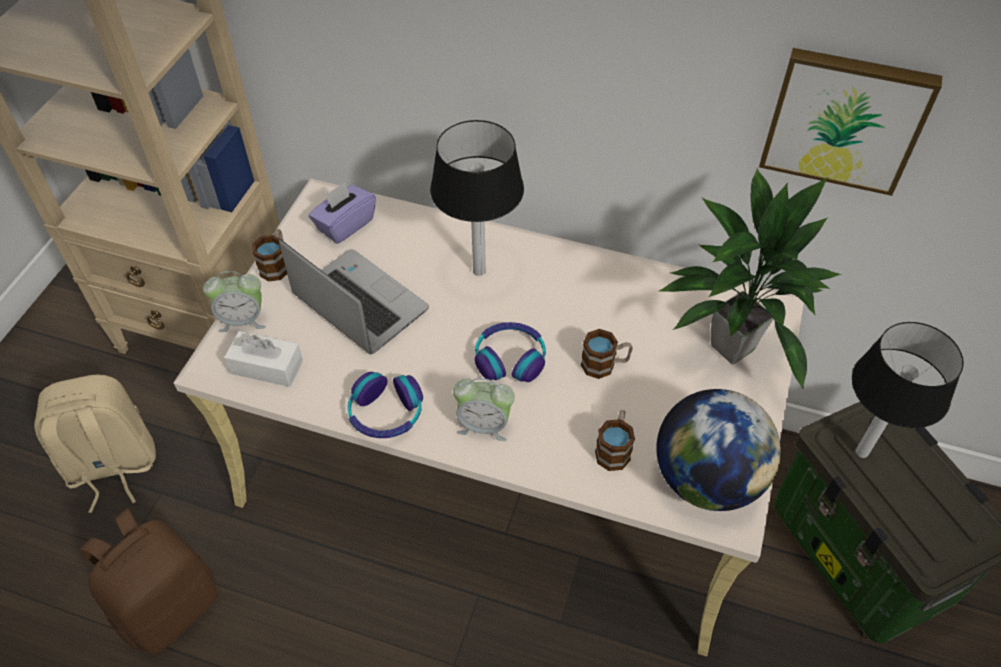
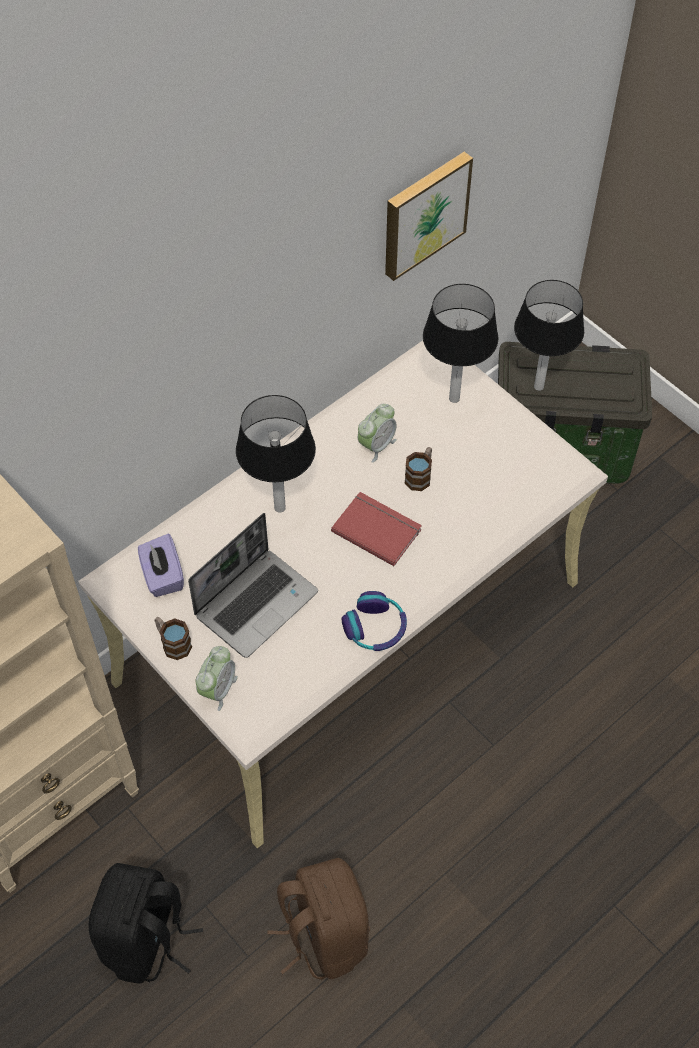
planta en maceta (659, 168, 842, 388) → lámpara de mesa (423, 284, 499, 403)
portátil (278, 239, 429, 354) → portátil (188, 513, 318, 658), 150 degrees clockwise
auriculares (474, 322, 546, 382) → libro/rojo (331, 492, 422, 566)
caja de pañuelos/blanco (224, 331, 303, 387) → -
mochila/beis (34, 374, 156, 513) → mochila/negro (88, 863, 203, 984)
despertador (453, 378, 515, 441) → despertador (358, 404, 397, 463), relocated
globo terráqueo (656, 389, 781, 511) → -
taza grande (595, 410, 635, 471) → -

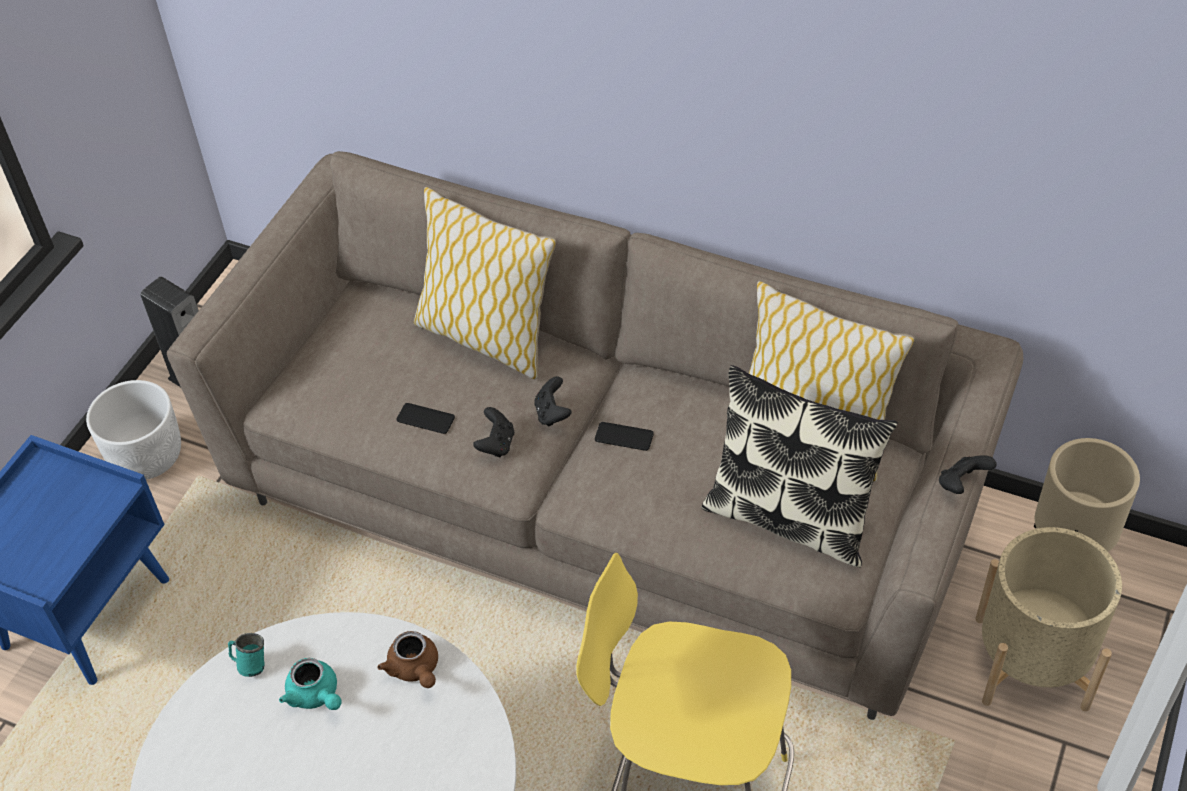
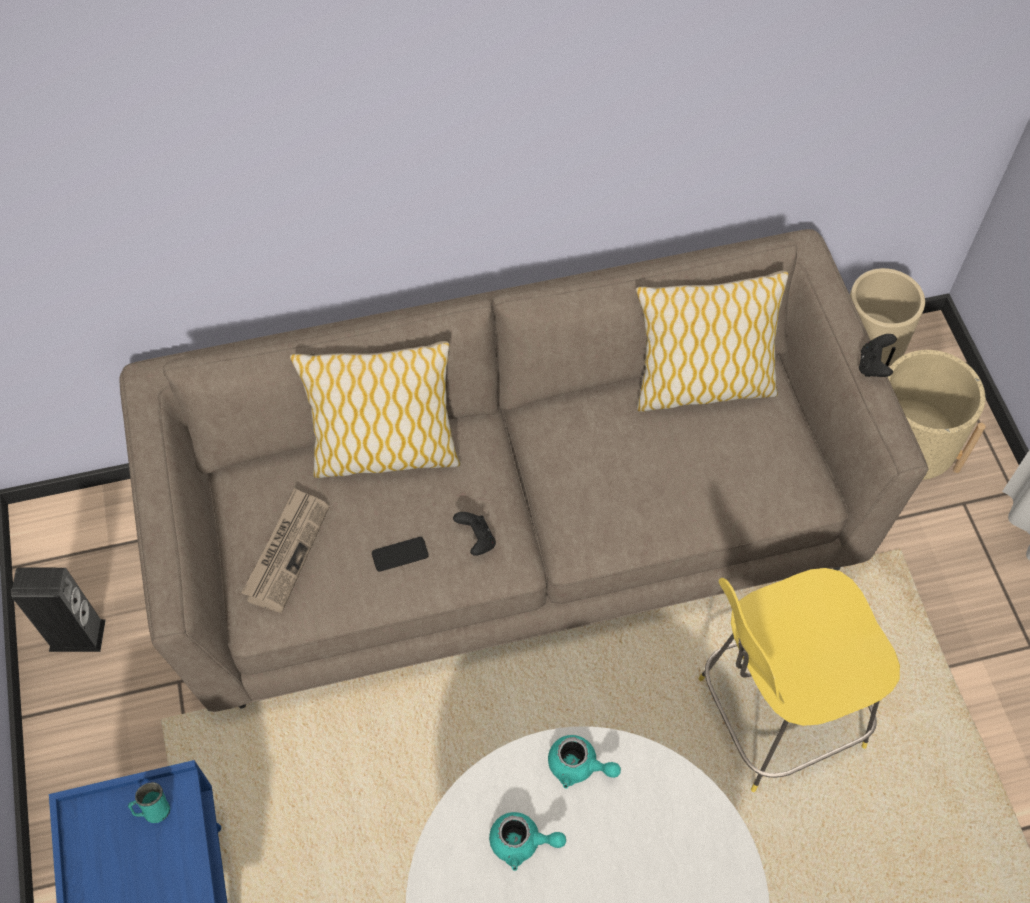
cojín (701, 365, 898, 568) → -
mando de consola/negro (534, 376, 571, 427) → -
maceta/blanco (86, 380, 181, 480) → -
móvil (595, 422, 654, 451) → -
tetera/marrón (377, 631, 438, 688) → tetera/turquesa (548, 735, 621, 789)
taza grande/turquesa (228, 633, 265, 677) → taza grande/turquesa (128, 782, 170, 823), relocated
- → periódico (242, 488, 329, 613)

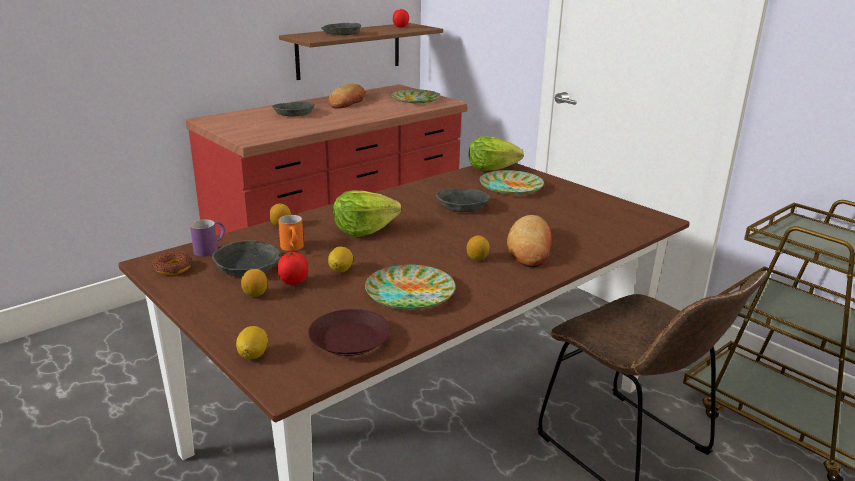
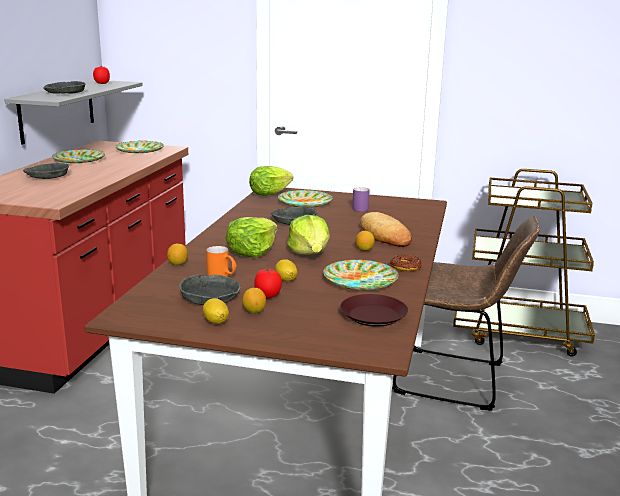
estante/marrón (279, 23, 443, 80) → estante/gris (4, 81, 143, 144)
pan (329, 84, 365, 109) → plato (52, 149, 105, 163)
taza grande/morado (190, 220, 225, 257) → taza grande/morado (352, 187, 370, 212), relocated
rosquilla (153, 252, 193, 275) → rosquilla (390, 254, 422, 271), relocated
limón (236, 326, 268, 359) → limón (203, 298, 229, 324), relocated
- → lechuga (287, 215, 330, 255)

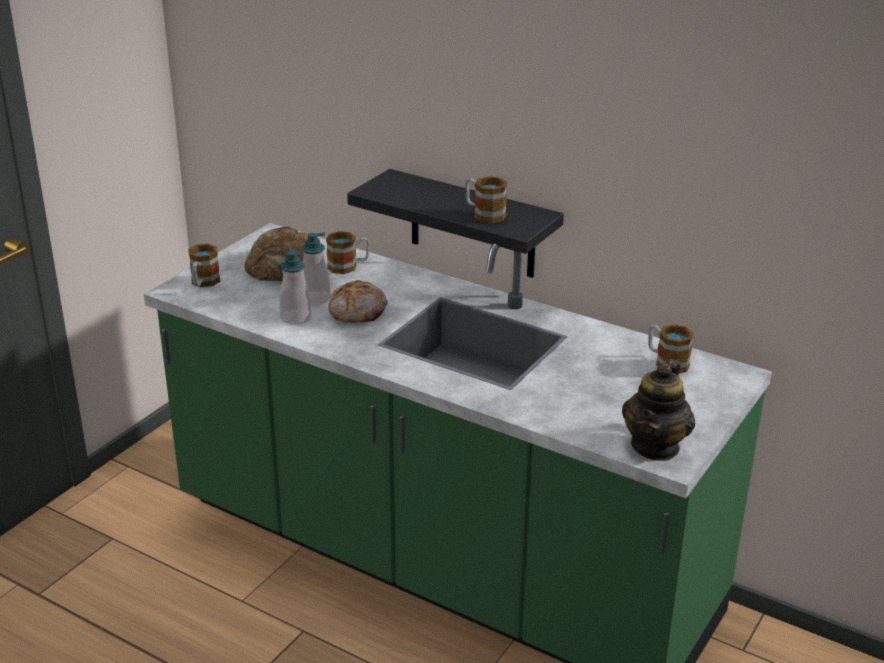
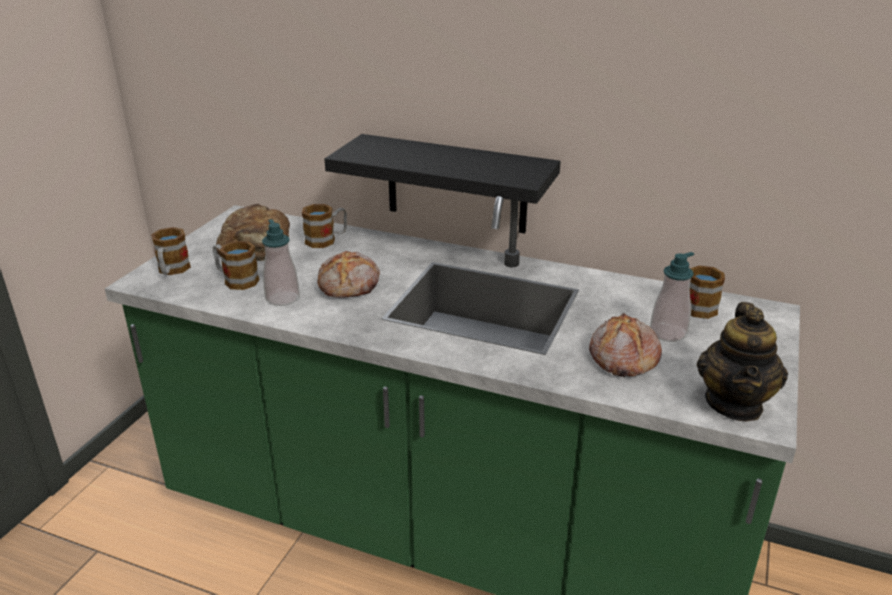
taza grande (465, 176, 507, 223) → taza grande (213, 241, 259, 290), relocated
dispensador de jabón (302, 233, 331, 305) → dispensador de jabón (650, 252, 694, 342), relocated
- → pan (589, 313, 662, 377)

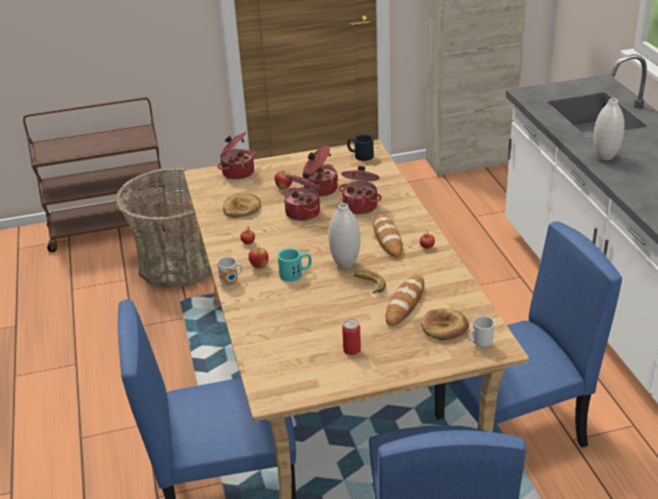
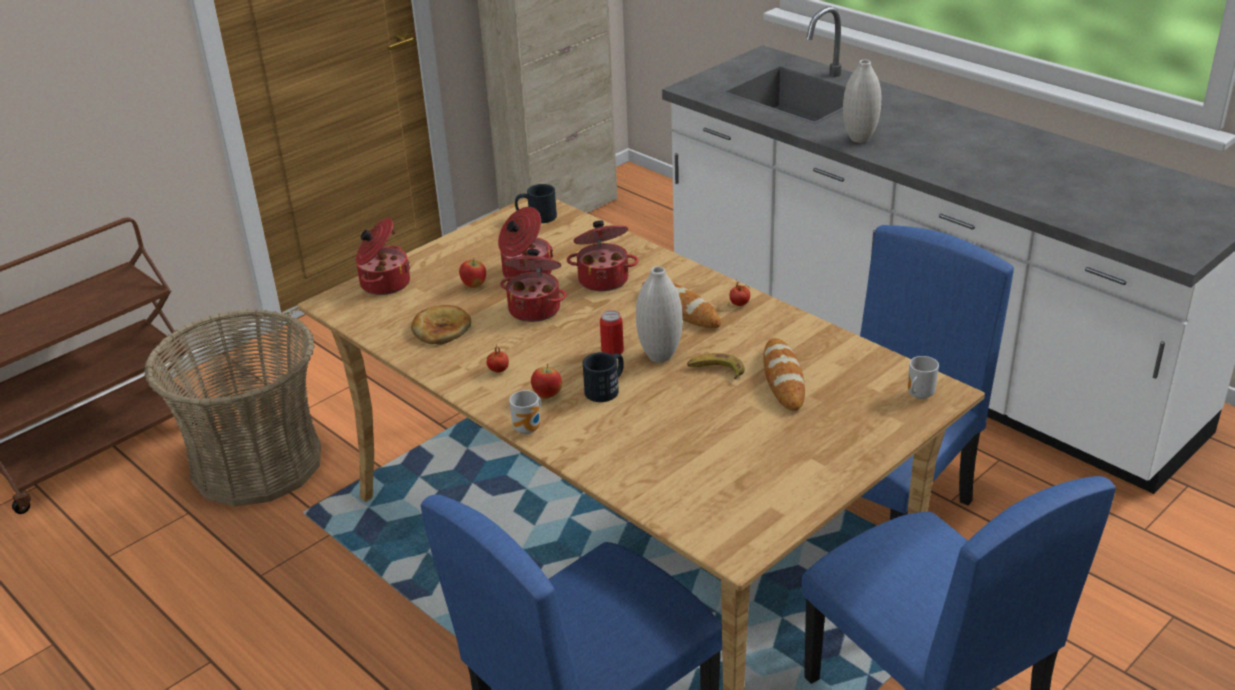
taza grande/turquesa (278, 248, 312, 282) → taza grande/negro (582, 352, 624, 402)
pan (421, 308, 469, 340) → -
lata (342, 319, 361, 355) → lata (600, 310, 624, 355), relocated

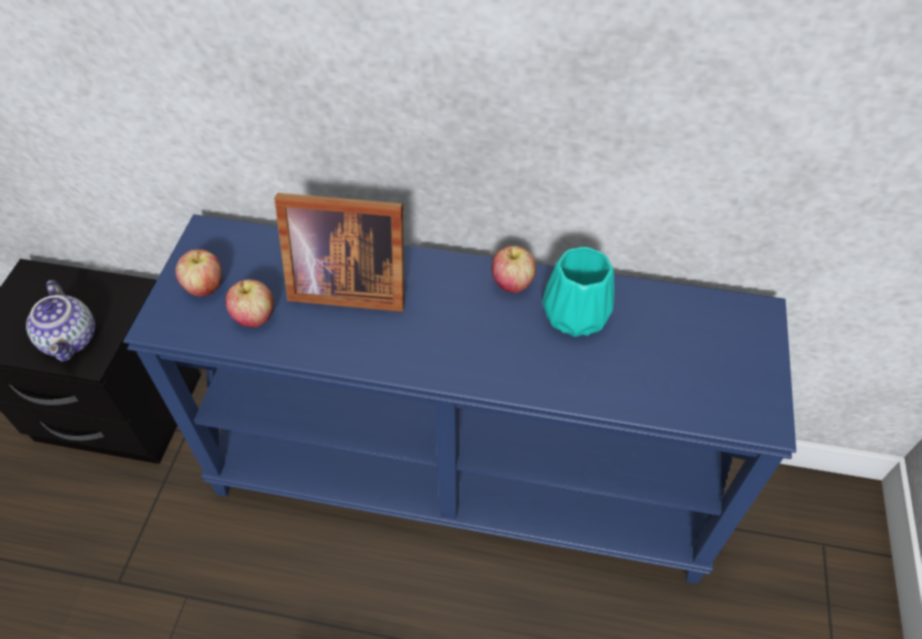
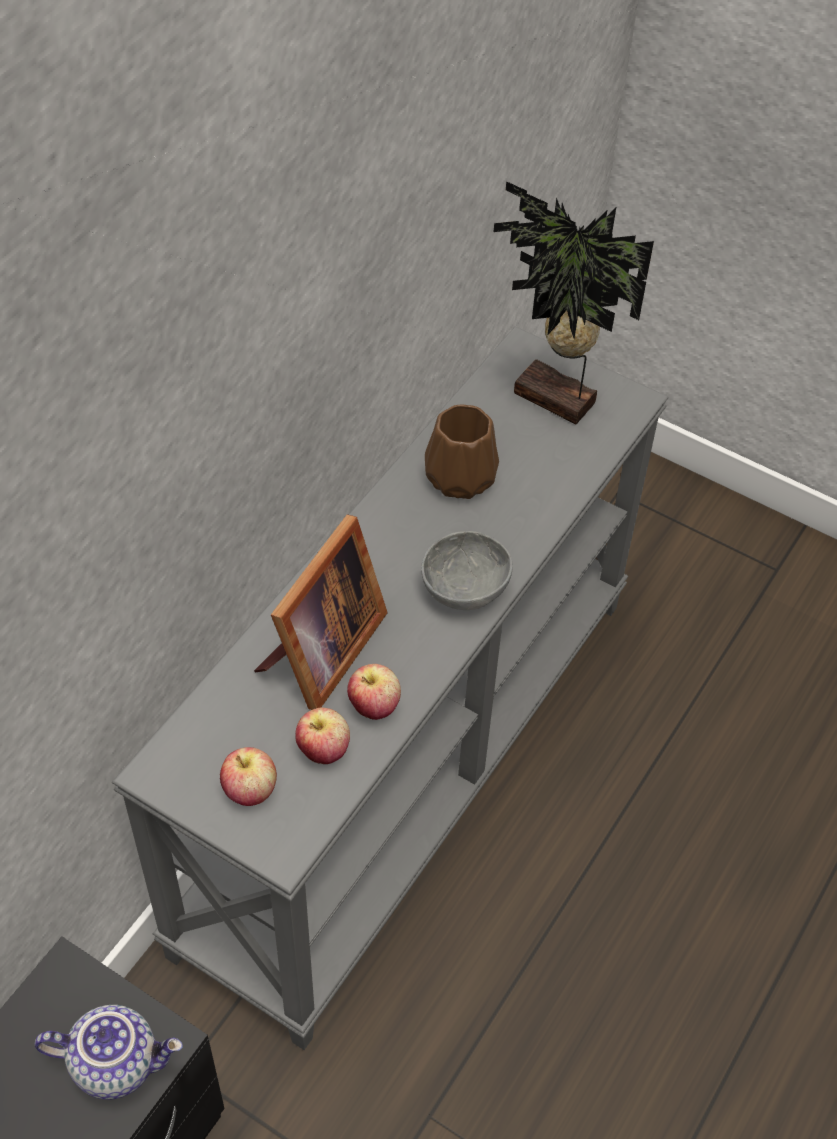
mesa consola/azul (123, 214, 796, 584) → mesa consola/gris (112, 326, 669, 1050)
manzana (492, 246, 536, 293) → manzana (347, 664, 401, 720), relocated
florero/turquesa (542, 247, 614, 337) → florero/marrón (425, 405, 499, 499)
- → planta en maceta (494, 181, 654, 424)
- → cuenco/gris (421, 531, 513, 610)

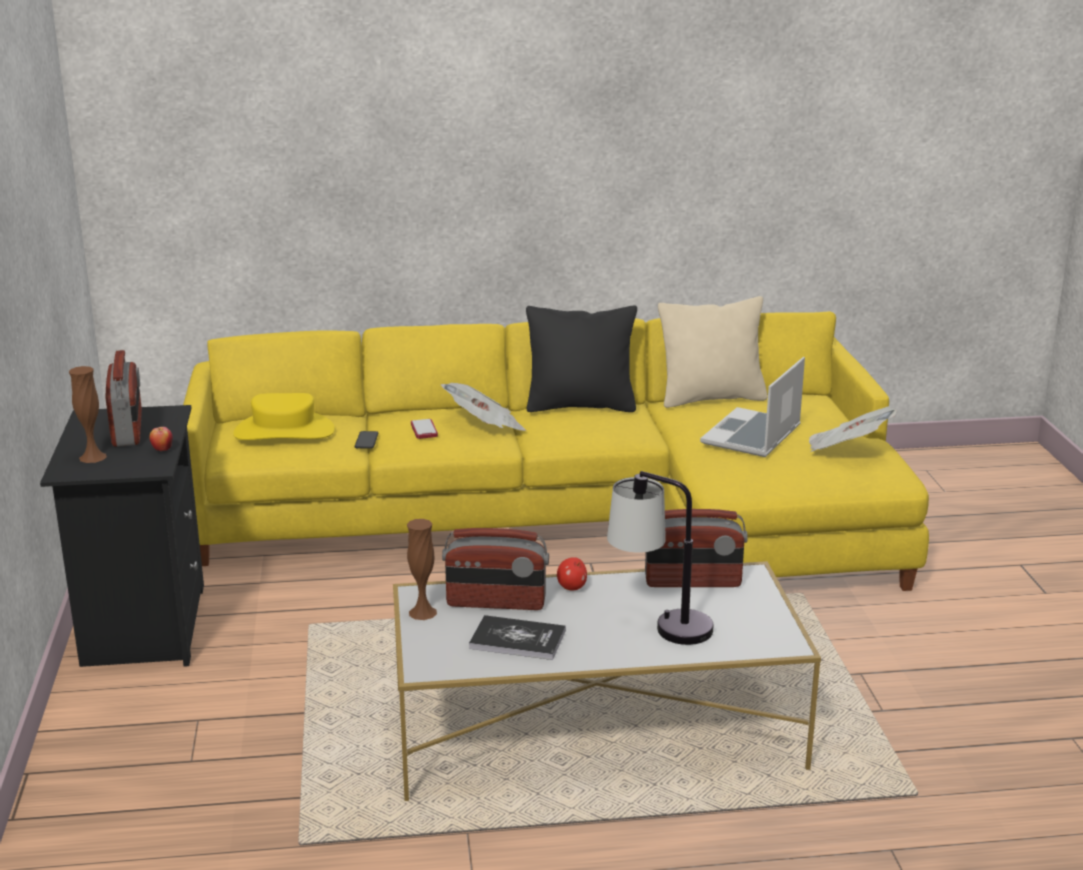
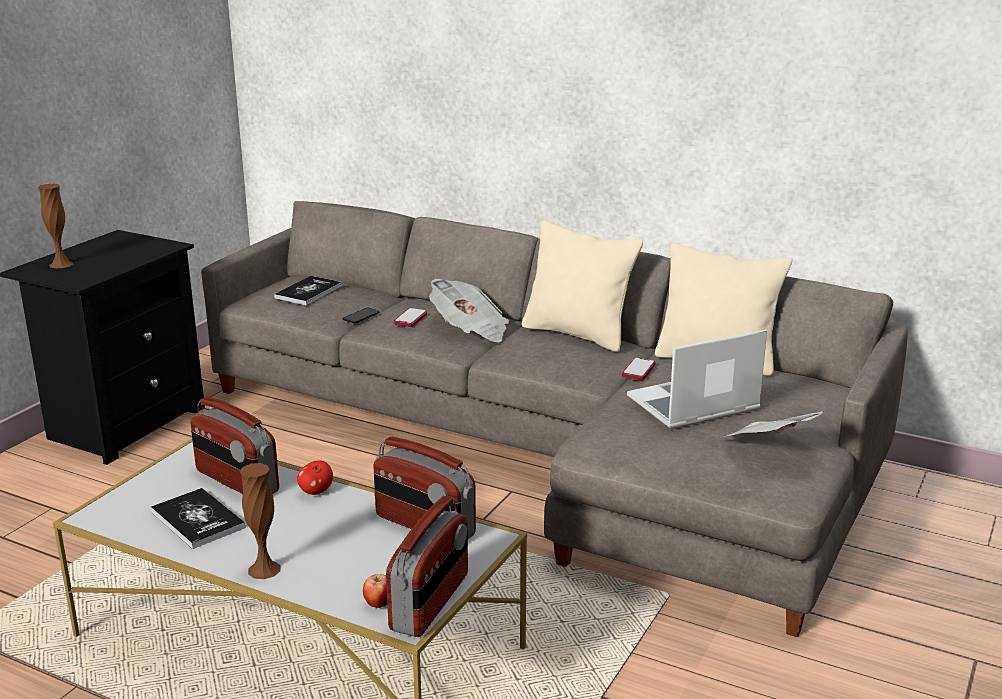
cojín/negro (526, 305, 637, 412) → cojín/beis (522, 220, 643, 352)
sofá/amarillo (183, 311, 929, 591) → sofá/gris (201, 201, 908, 637)
radio (106, 350, 142, 447) → radio (386, 496, 468, 637), relocated
sombrero/amarillo (233, 393, 335, 440) → libro (274, 276, 342, 305)
manzana (149, 427, 173, 451) → manzana (363, 574, 387, 608), relocated
lámpara de mesa (607, 471, 713, 645) → -
florero/marrón (407, 519, 437, 620) → florero/marrón (240, 463, 281, 579), relocated
- → móvil (622, 358, 655, 380)

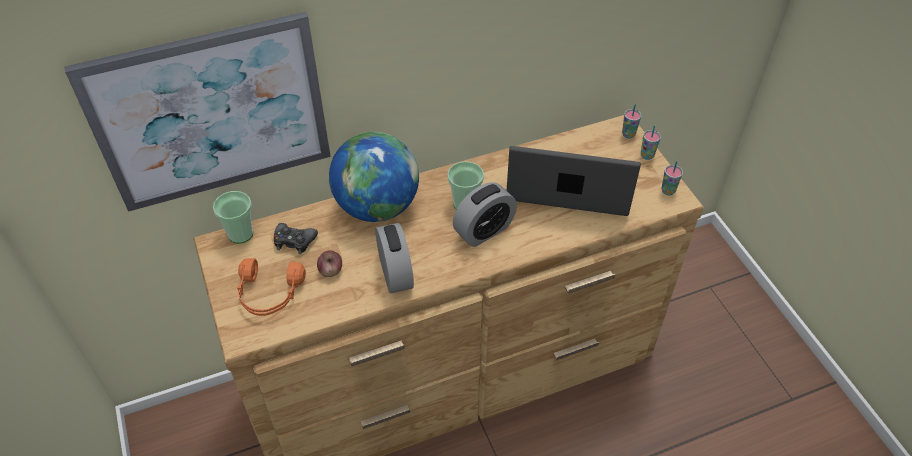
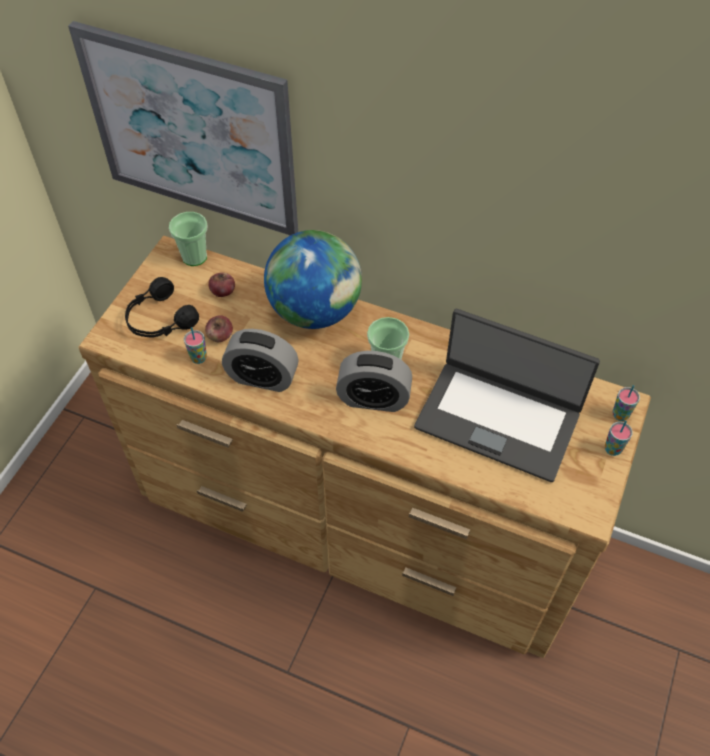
portátil (507, 146, 641, 216) → portátil (414, 309, 600, 482), 150 degrees clockwise
taza (661, 160, 683, 195) → taza (184, 327, 207, 364), relocated
mando de consola/negro (274, 223, 318, 254) → manzana (208, 273, 235, 297)
despertador (375, 223, 414, 293) → despertador (222, 329, 299, 392), 75 degrees clockwise
auriculares/naranja (237, 258, 306, 316) → auriculares/negro (125, 277, 199, 338)

